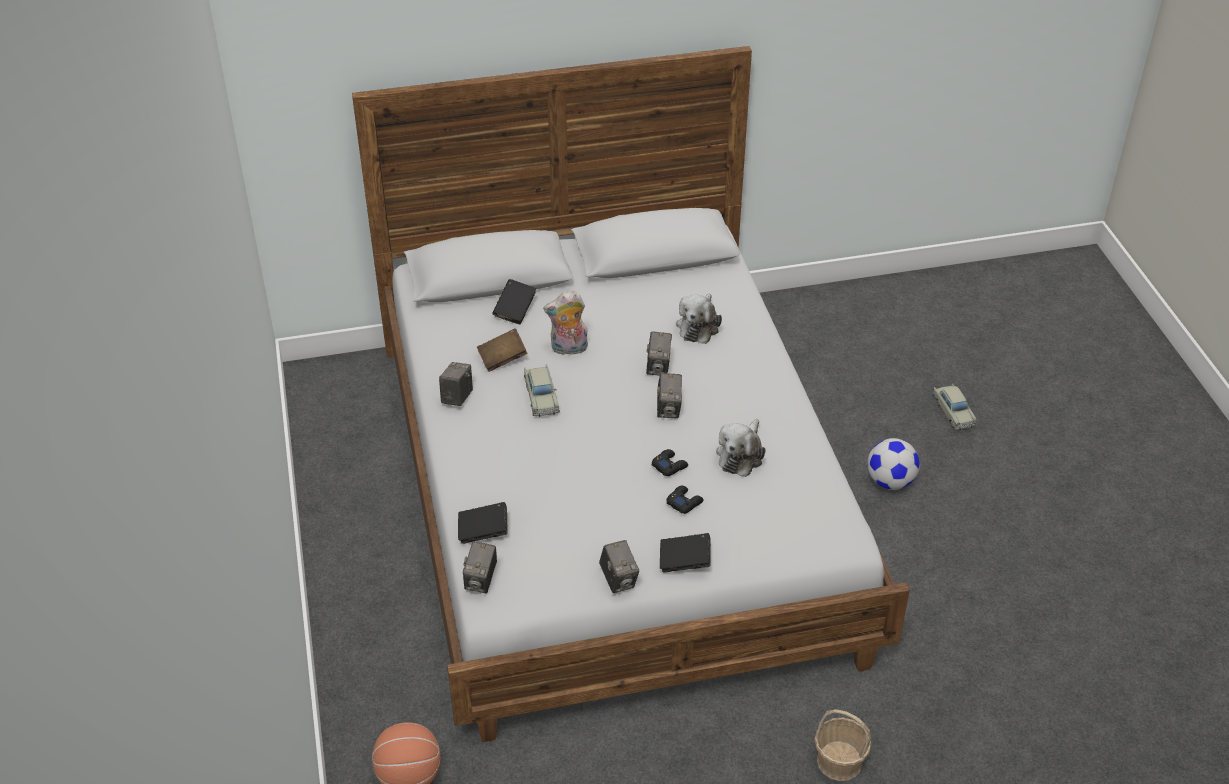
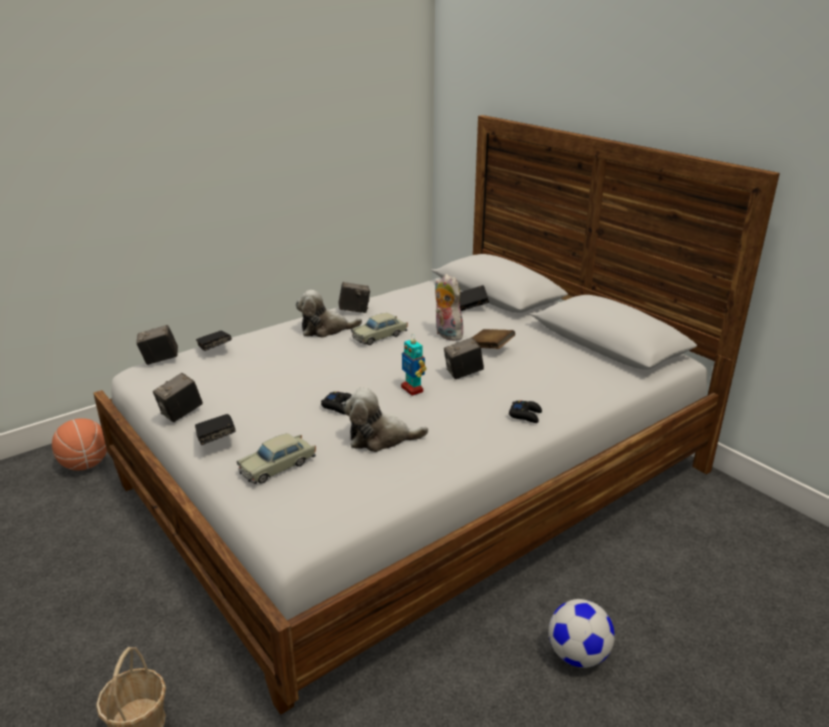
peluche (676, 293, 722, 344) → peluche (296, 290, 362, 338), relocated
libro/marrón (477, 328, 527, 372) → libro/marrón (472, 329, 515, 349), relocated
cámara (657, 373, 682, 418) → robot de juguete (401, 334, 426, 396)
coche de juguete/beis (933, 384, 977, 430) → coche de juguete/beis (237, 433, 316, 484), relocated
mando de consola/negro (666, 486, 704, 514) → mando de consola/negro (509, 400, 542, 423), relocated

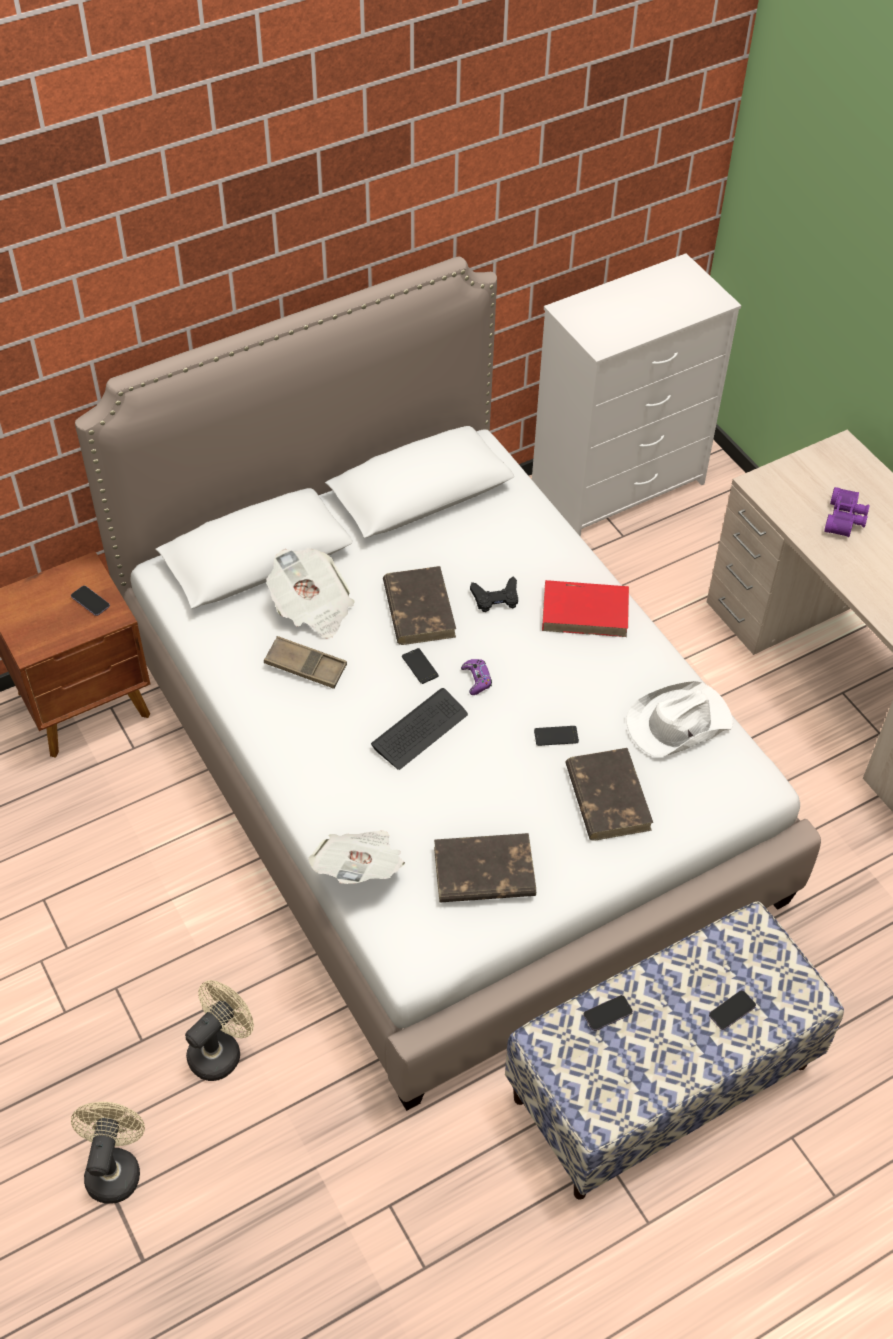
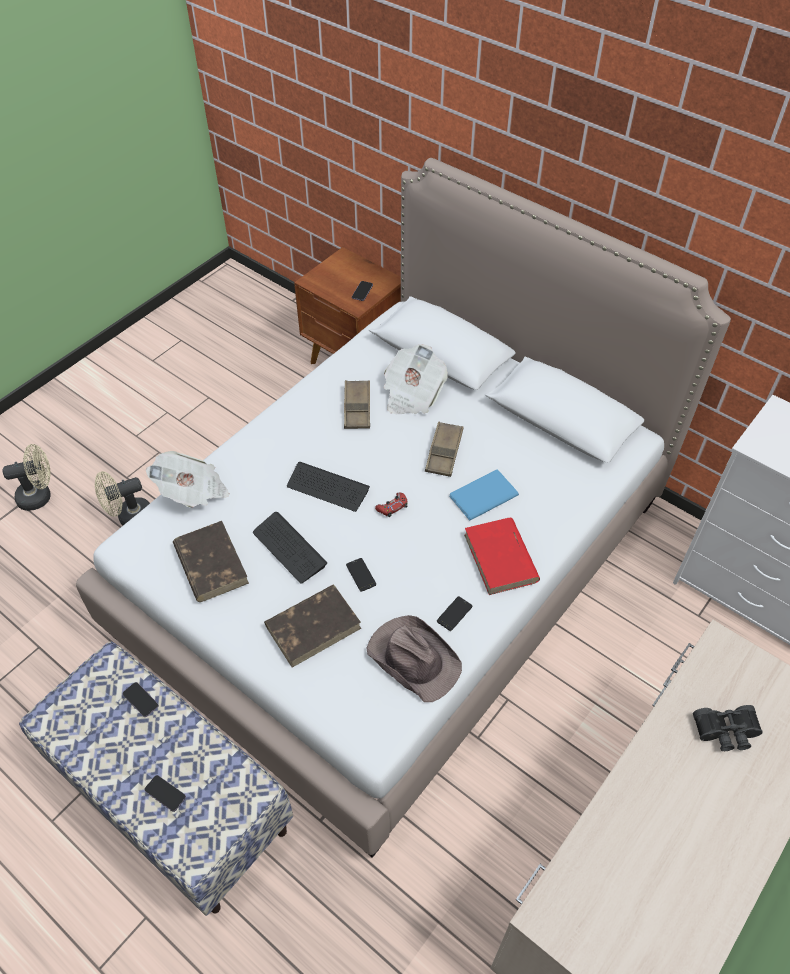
prismáticos/morado (824, 487, 870, 537) → prismáticos/negro (693, 705, 763, 751)
libro/marrón (383, 566, 456, 645) → bandeja/marrón (425, 422, 464, 477)
mando de consola/negro (470, 576, 518, 612) → libro/azul (450, 469, 519, 520)
móvil (402, 648, 439, 684) → móvil (437, 596, 472, 631), relocated
mando de consola/morado (461, 659, 492, 695) → mando de consola/rojo (375, 492, 408, 517)
sombrero/blanco (626, 681, 733, 757) → sombrero/marrón (367, 615, 462, 702)
ventilador/beis (185, 980, 254, 1081) → ventilador/beis (95, 471, 150, 525), 135 degrees clockwise
- → teclado (253, 512, 327, 584)

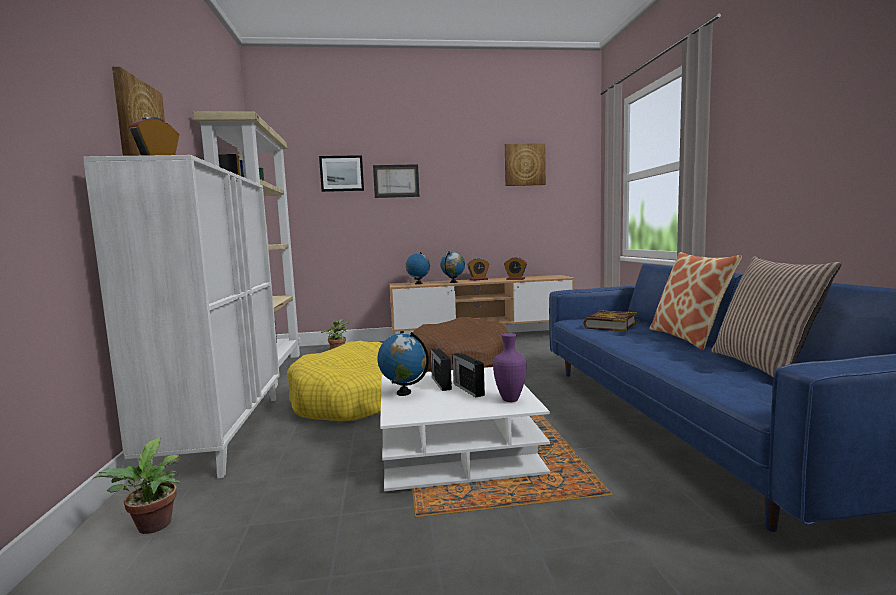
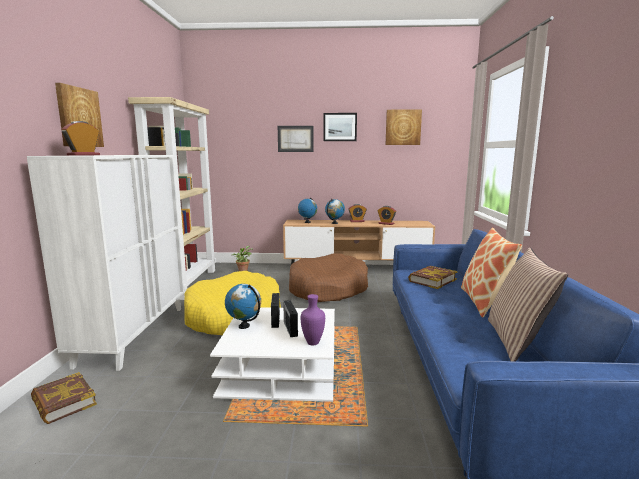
cuadro (319, 155, 364, 192) → cuadro (323, 113, 357, 141), relocated
planta en maceta (93, 438, 181, 534) → libro (31, 372, 97, 424)

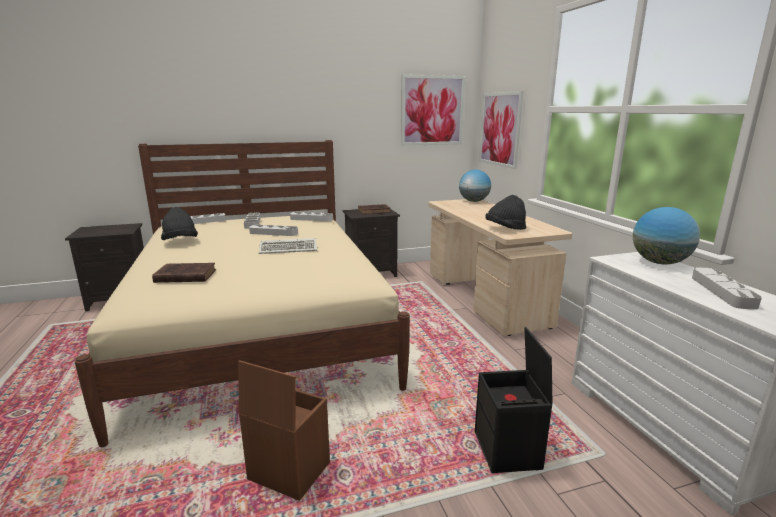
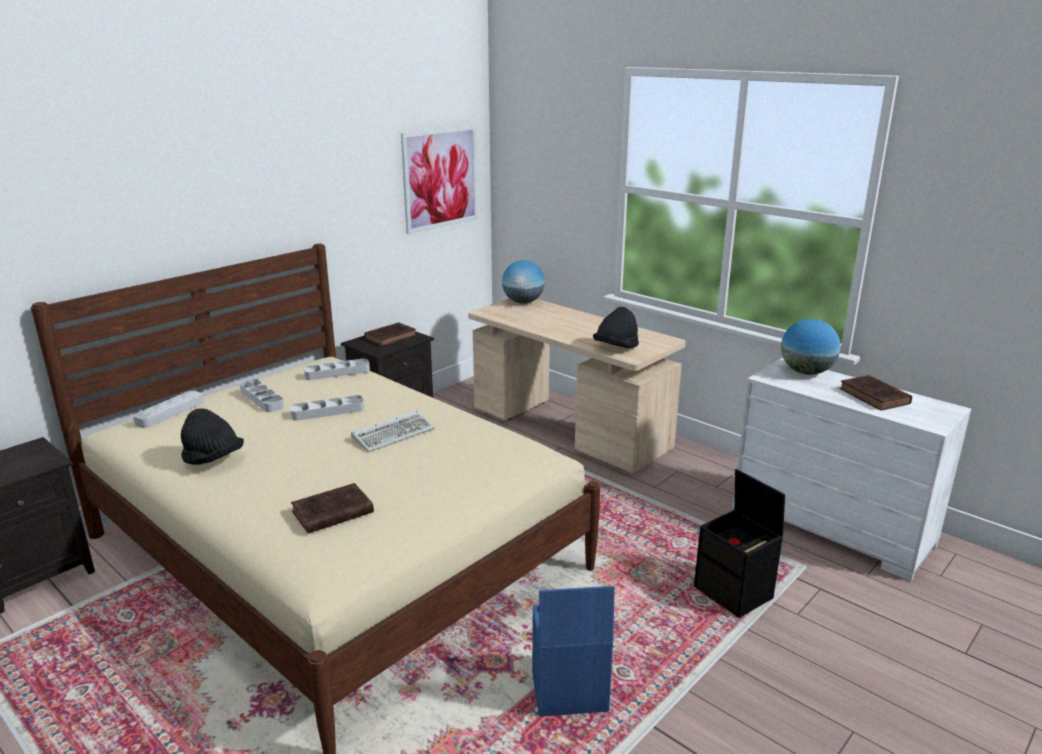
cuadro (479, 91, 523, 169) → -
bandeja/gris (692, 267, 762, 310) → libro/marrón (839, 375, 912, 411)
caja de almacenaje/marrón (238, 360, 330, 501) → caja de almacenaje/azul (532, 586, 615, 717)

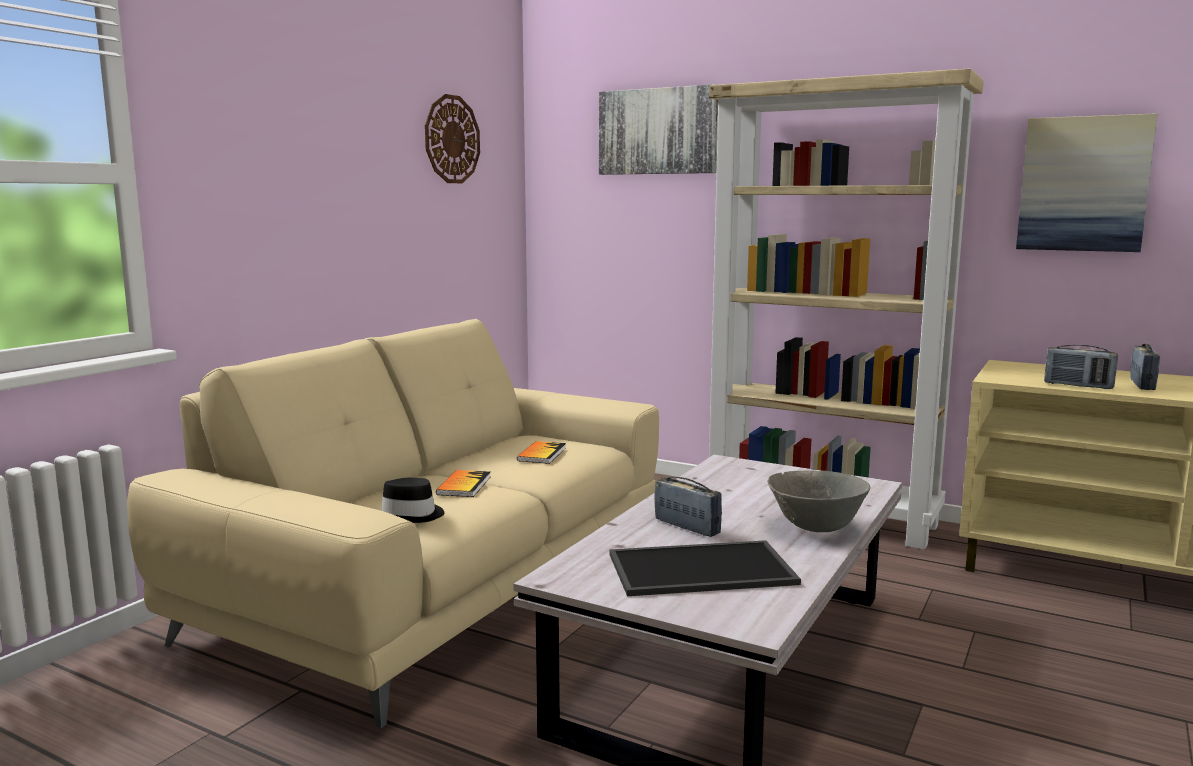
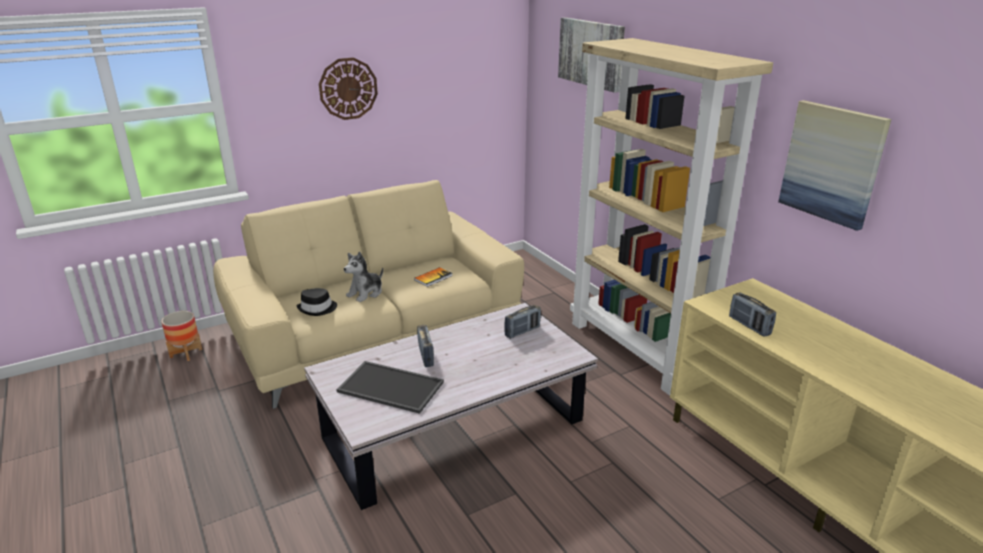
reloj de pared (425, 94, 480, 183) → reloj de pared (319, 57, 378, 120), relocated
radio (1130, 344, 1160, 390) → radio (504, 305, 541, 339), relocated
libro (436, 470, 490, 497) → peluche (344, 252, 383, 302)
cuenco/gris (767, 470, 870, 532) → -
- → maceta (161, 311, 203, 361)

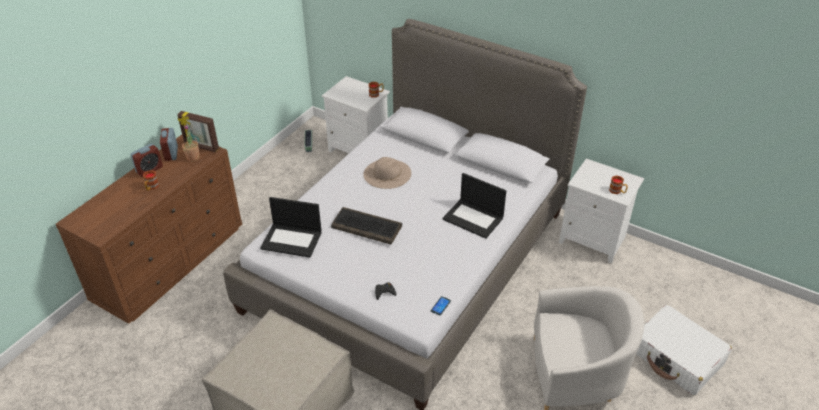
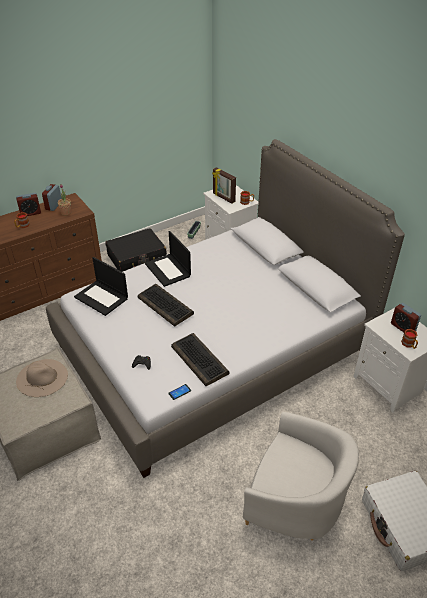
portarretratos (177, 111, 219, 152) → portarretratos (212, 167, 236, 204), relocated
sombrero/beis (363, 157, 411, 189) → sombrero/beis (16, 359, 68, 397), relocated
portátil (443, 173, 506, 239) → portátil (145, 231, 191, 287), relocated
- → maleta/negro (105, 228, 167, 272)
- → despertador (391, 303, 421, 332)
- → teclado (171, 333, 230, 386)

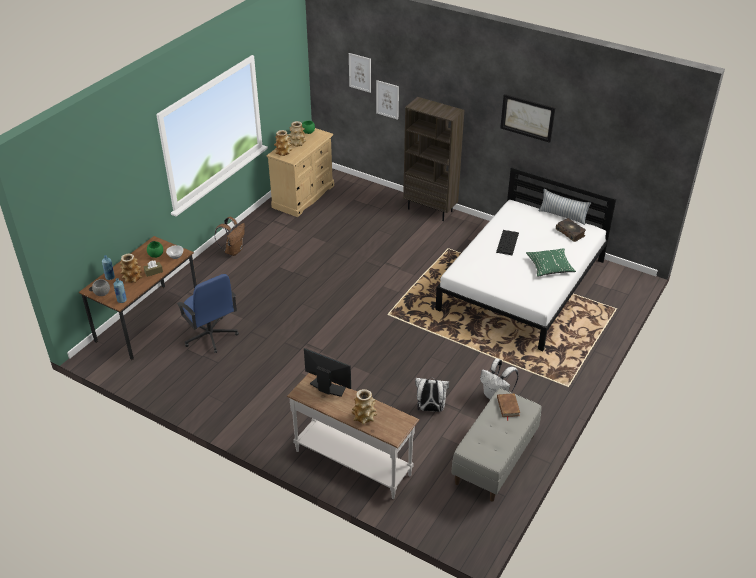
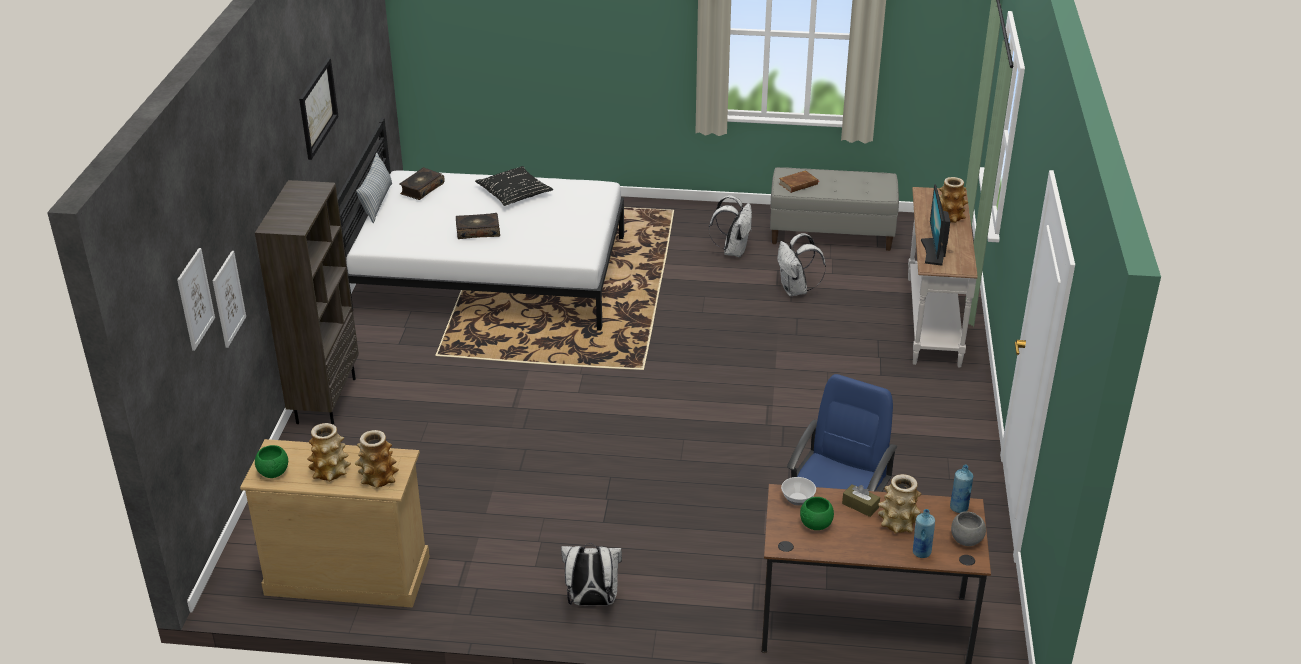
mochila/marrón (214, 217, 245, 256) → mochila/blanco (561, 543, 622, 606)
teclado (496, 230, 519, 255) → libro (456, 213, 500, 239)
cojín/verde (526, 248, 576, 276) → cojín/negro (475, 166, 554, 206)

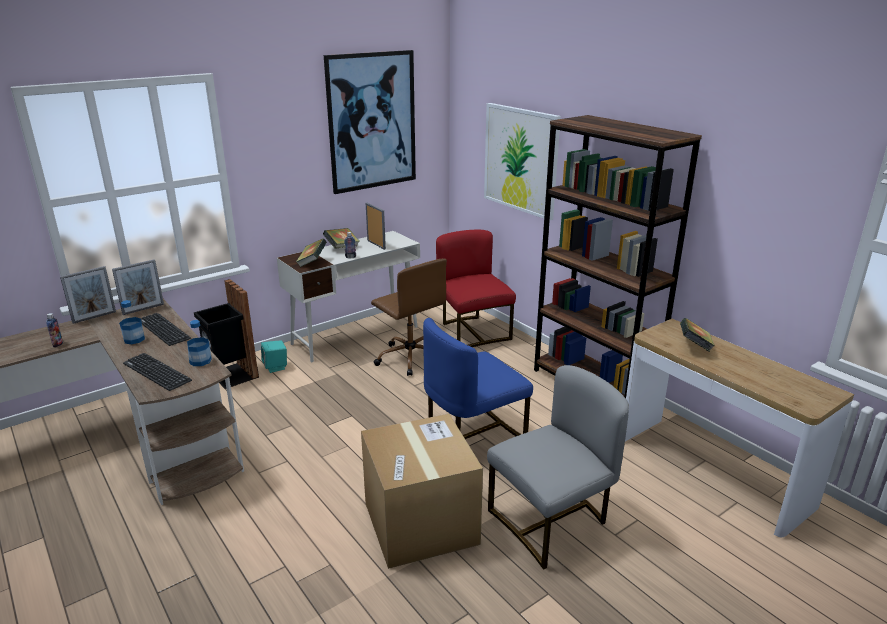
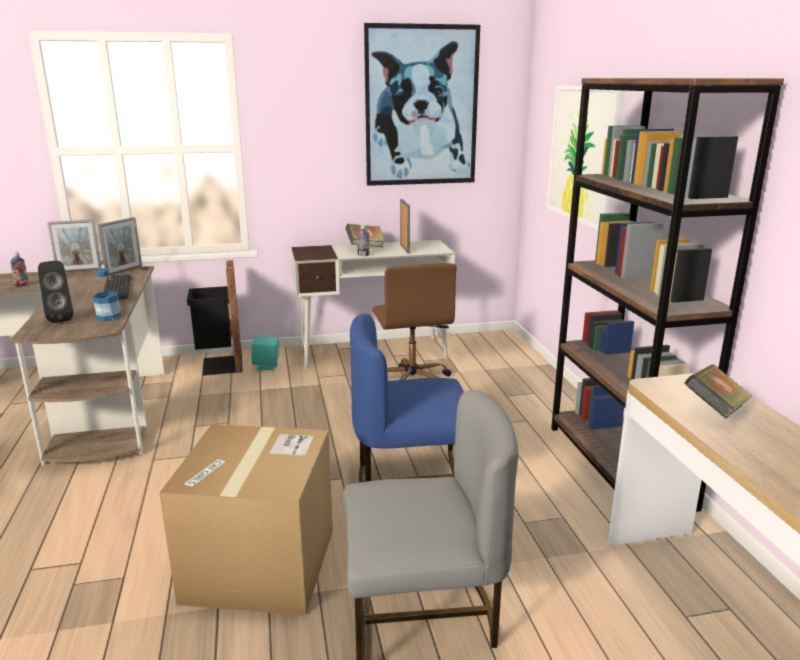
silla/rojo (436, 230, 516, 347) → -
libro (296, 238, 327, 267) → -
portarretratos (112, 259, 164, 315) → portarretratos (98, 217, 142, 276), 45 degrees counterclockwise
botella (119, 300, 145, 344) → -
teclado (123, 353, 192, 391) → altavoz/negro (38, 261, 73, 323)

